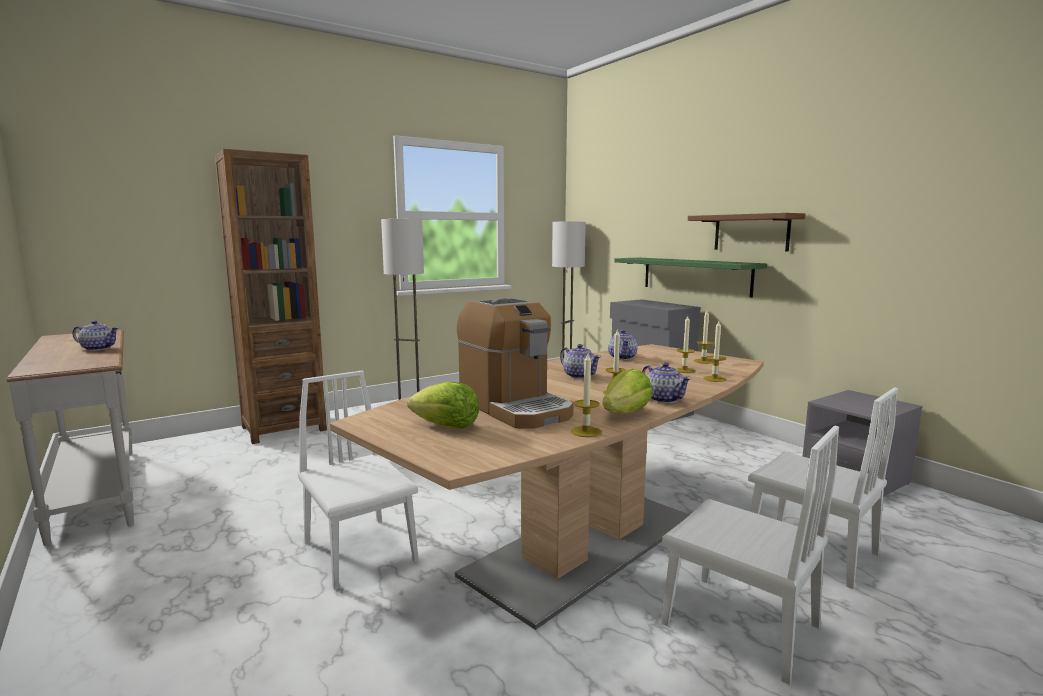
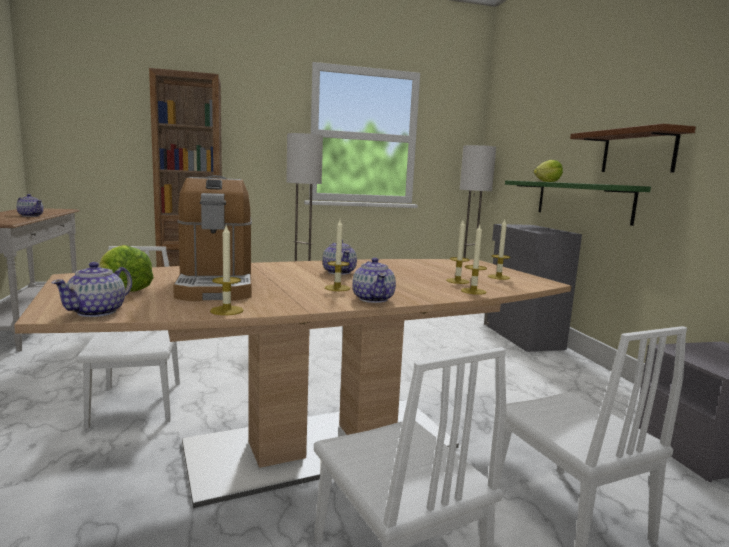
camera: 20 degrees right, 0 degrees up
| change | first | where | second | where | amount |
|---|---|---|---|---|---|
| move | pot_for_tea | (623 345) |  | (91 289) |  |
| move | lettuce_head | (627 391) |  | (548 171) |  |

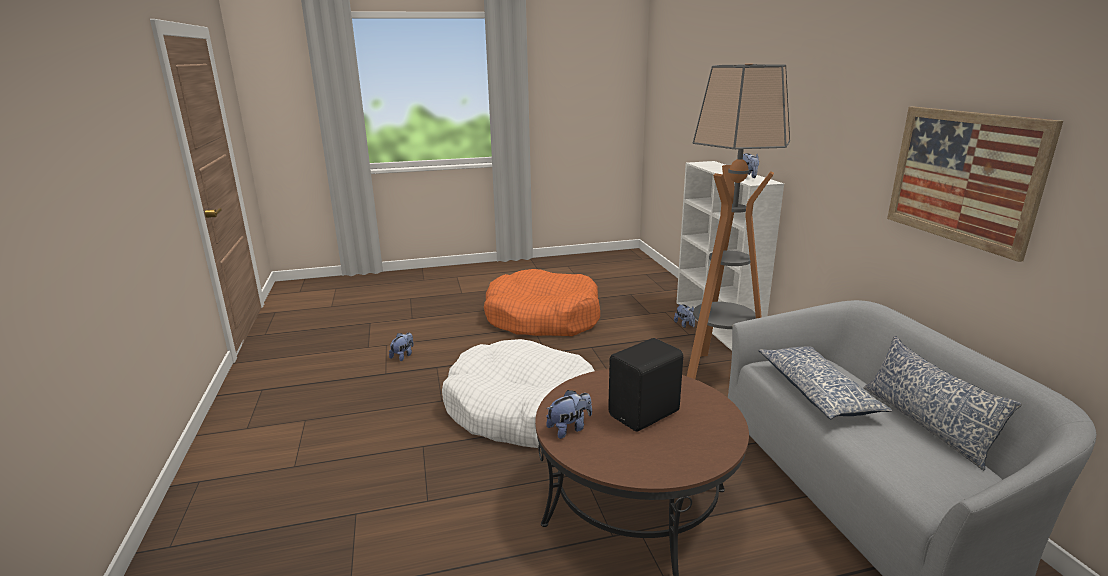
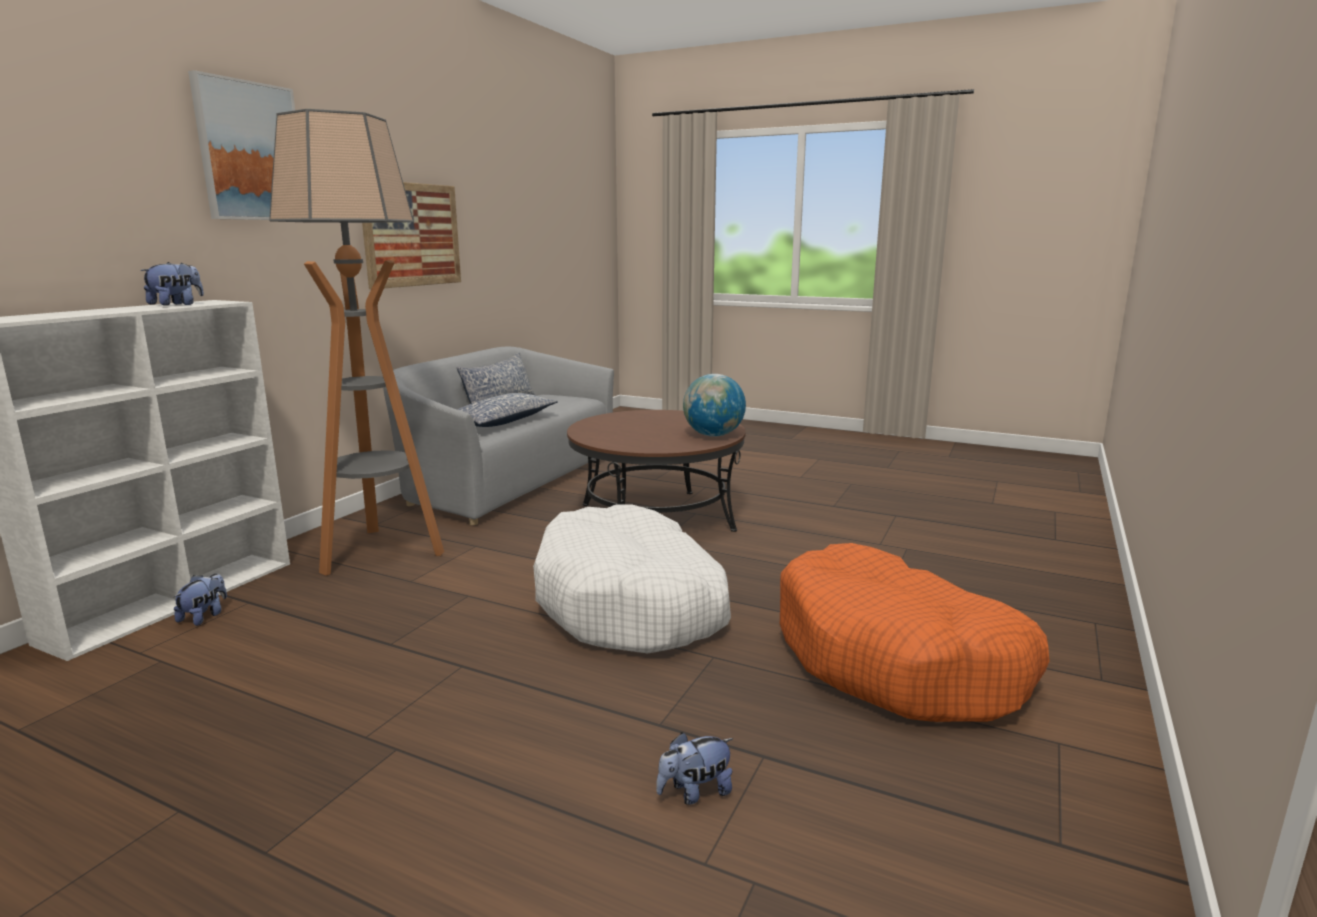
camera: 140 degrees left, 5 degrees down
| change | first | where | second | where | amount |
|---|---|---|---|---|---|
| insert |  |  | wall_art | (241 145) |  |
| replace | cuddly_toy | (569 414) | world_globe | (714 405) |  |
| move | orange_pet_bed | (542 302) |  | (915 632) |  |
| delete | black-coloured_audio_speaker | (645 384) |  |  |  |

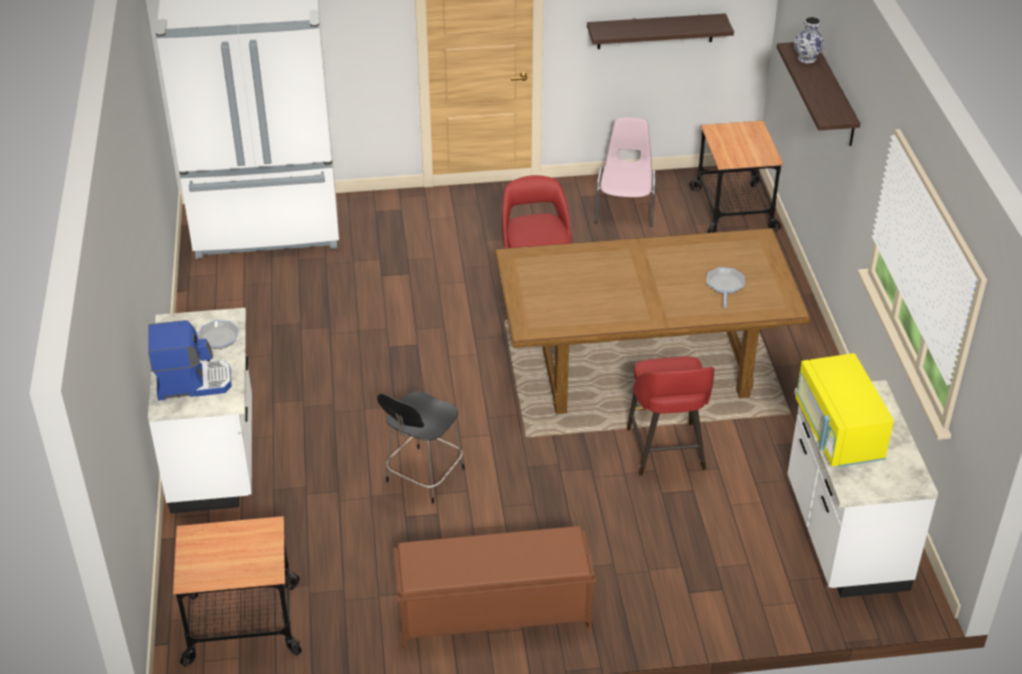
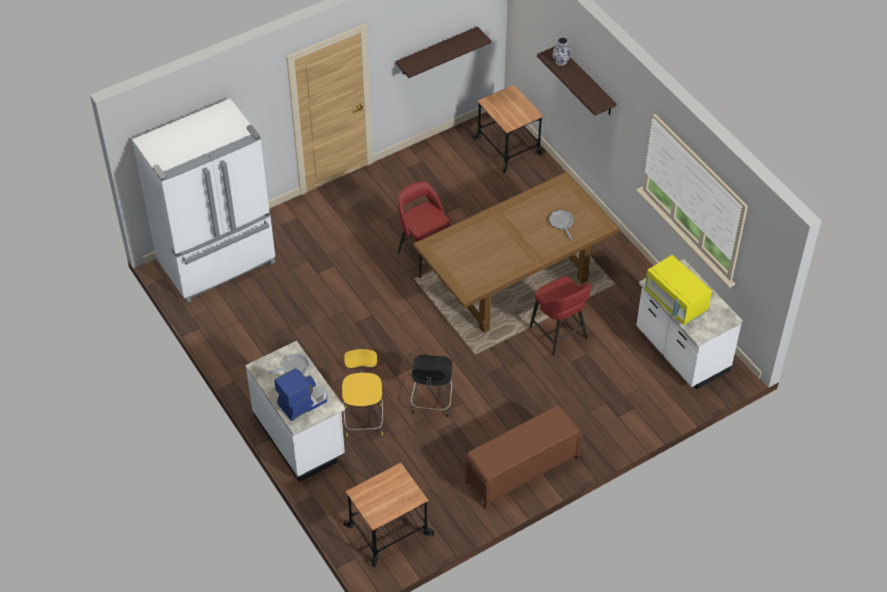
camera: 25 degrees left, 10 degrees up
| change | first | where | second | where | amount |
|---|---|---|---|---|---|
| insert |  |  | yellow-coloured_upright_chair | (363 393) |  |
| delete | pink-coloured_upright_chair | (625 172) |  |  |  |

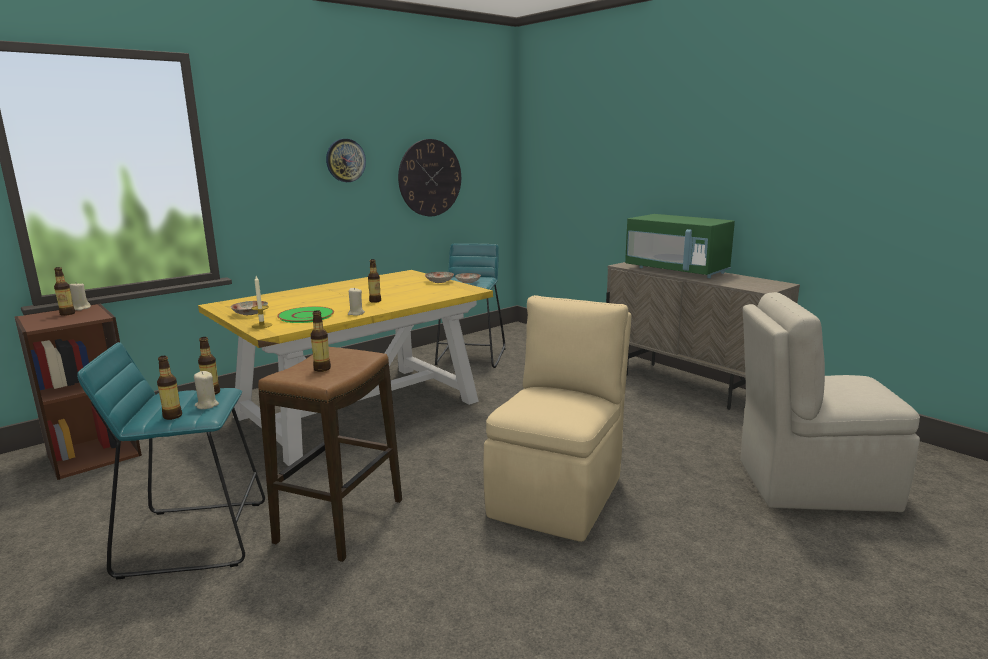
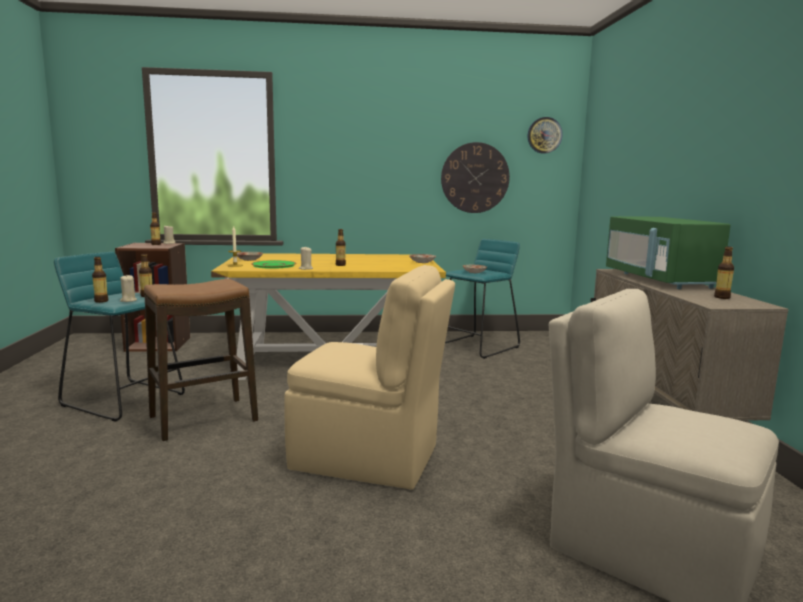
camera: 35 degrees right, 5 degrees down
| change | first | where | second | where | amount |
|---|---|---|---|---|---|
| rotate | beige-coloured_upright_chair | (557 418) |  | (370 377) | 45 degrees clockwise |
| move | hanging_clock | (346 160) |  | (545 135) |  |
| move | drink_bottle | (320 341) |  | (724 273) |  |

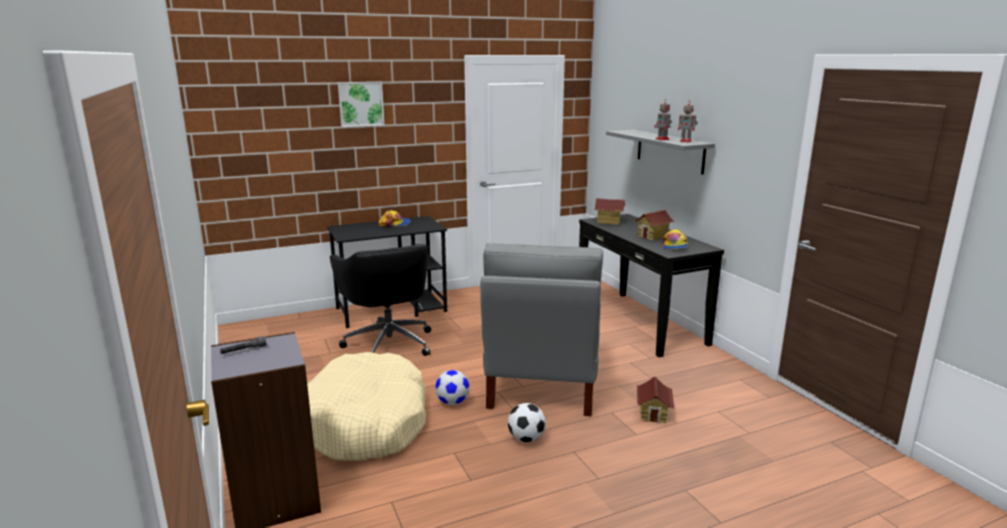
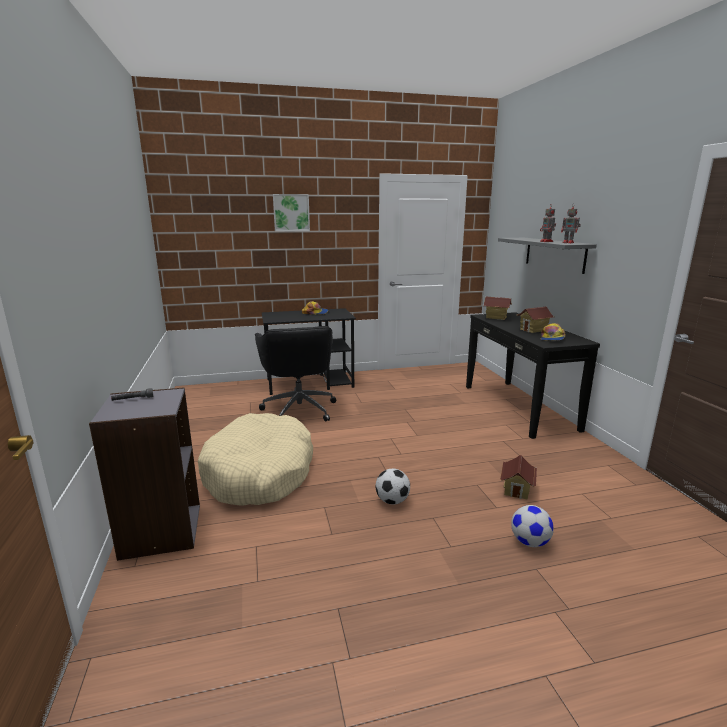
camera: 10 degrees right, 0 degrees up
| change | first | where | second | where | amount |
|---|---|---|---|---|---|
| move | football | (452 387) |  | (532 526) |  |
| delete | greyish_upright_chair | (541 330) |  |  |  |

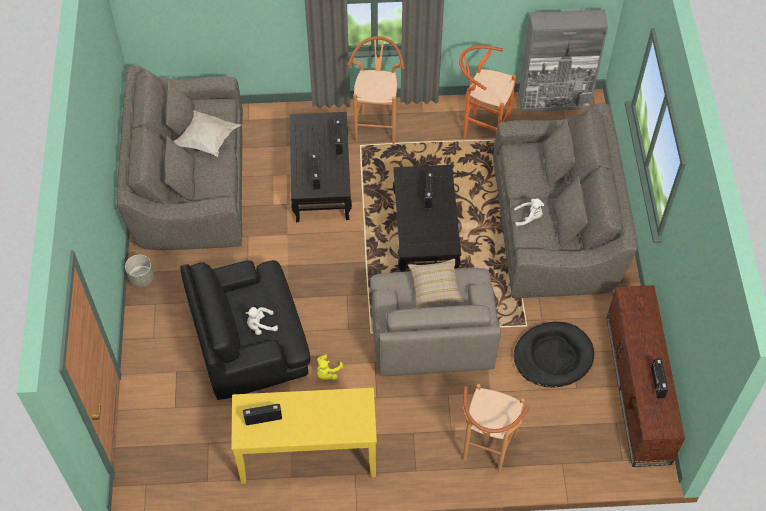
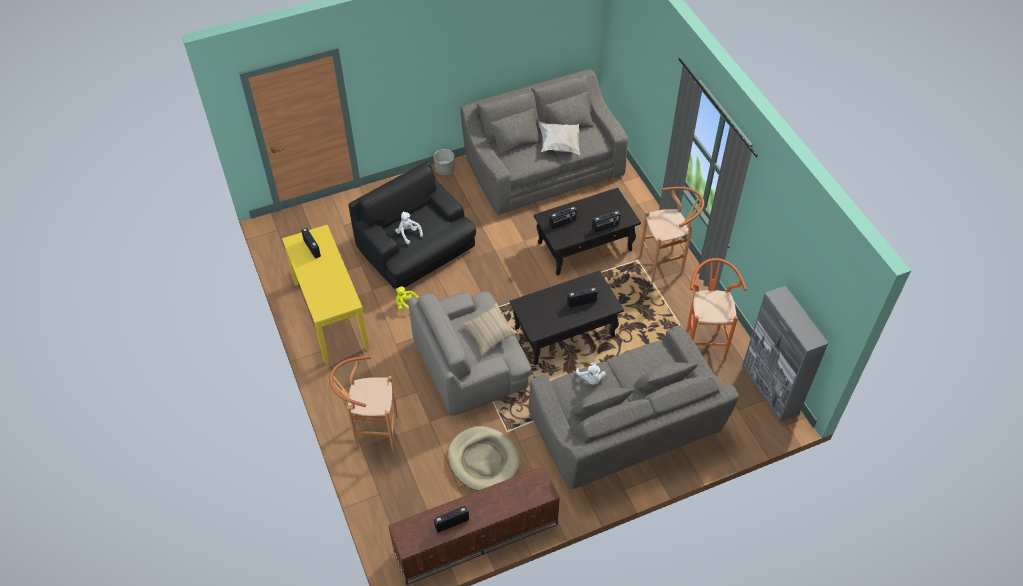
camera: 70 degrees right, 5 degrees down
| change | first | where | second | where | amount |
|---|---|---|---|---|---|
| recolor | black-coloured_pet_bed | (554 355) | beige-coloured_pet_bed | (484 458) |  |

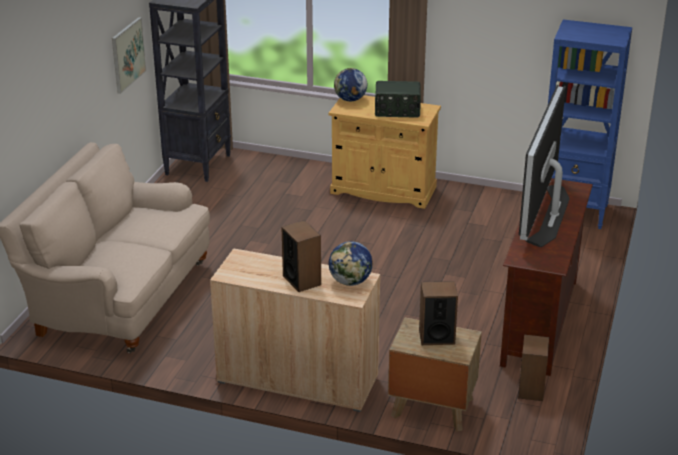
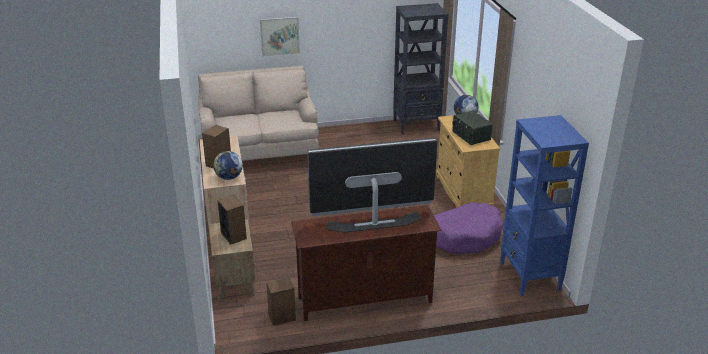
camera: 60 degrees right, 0 degrees up
| change | first | where | second | where | amount |
|---|---|---|---|---|---|
| move | wall_art | (129 55) |  | (280 36) |  |
| insert |  |  | purple-coloured_pet_bed | (468 228) |  |

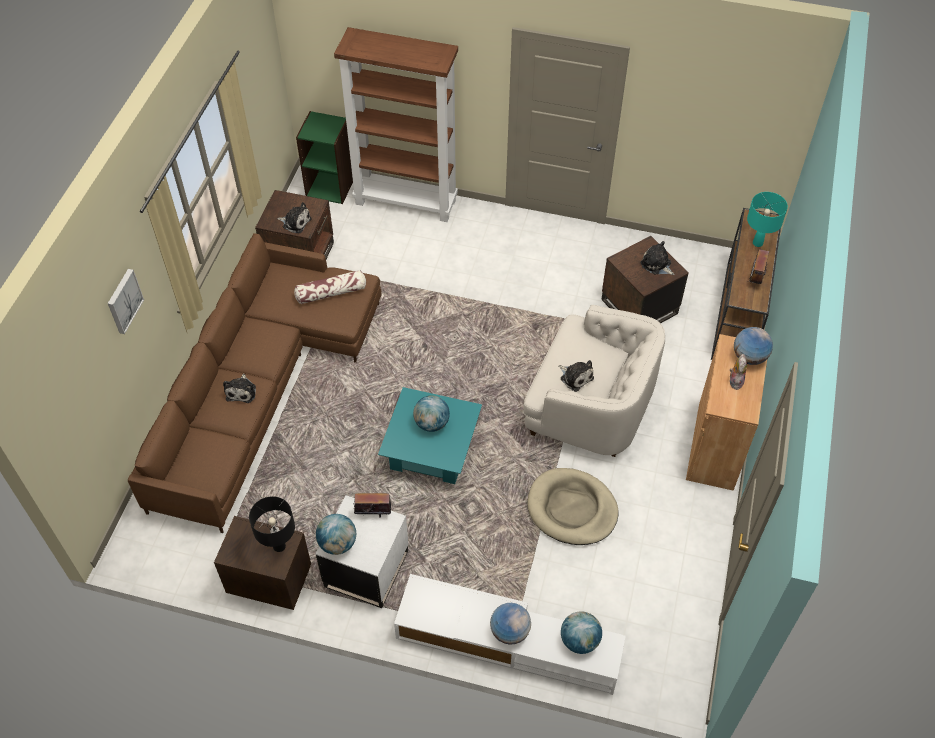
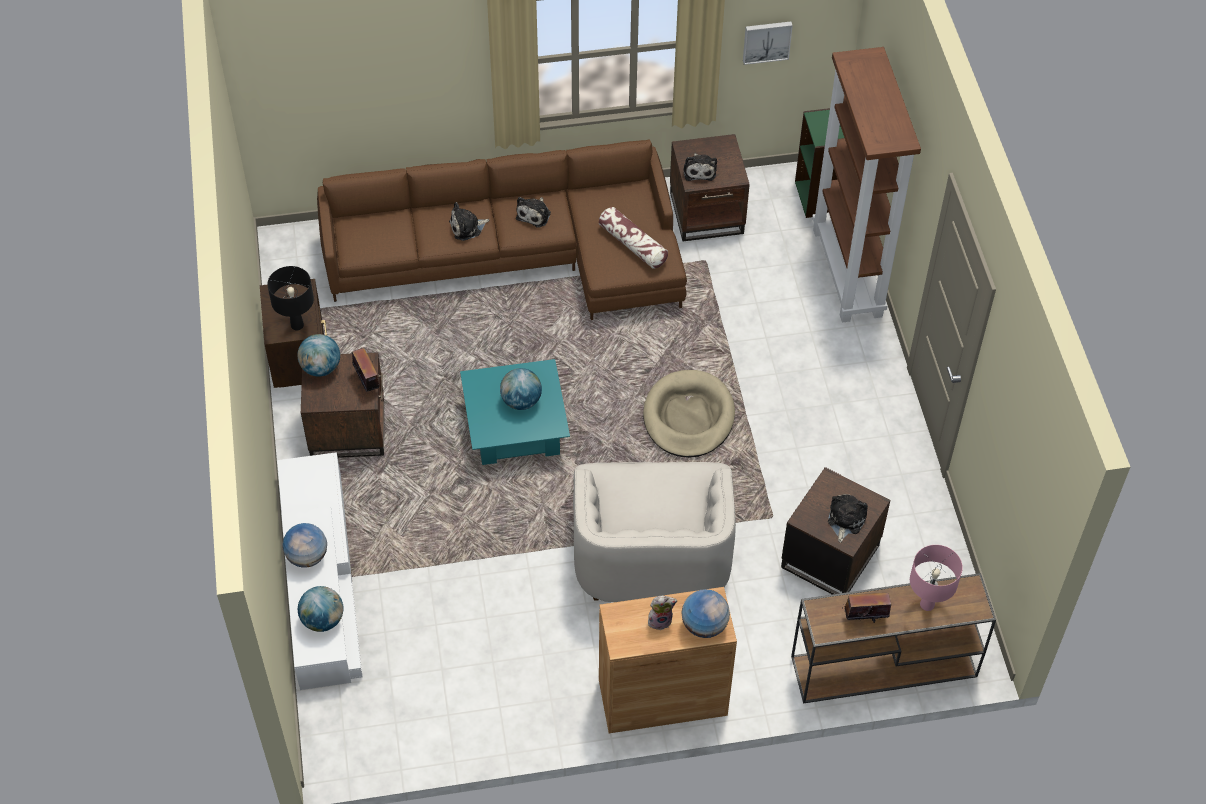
camera: 65 degrees right, 0 degrees up
| change | first | where | second | where | amount |
|---|---|---|---|---|---|
| recolor | white-coloured_end_table | (362 551) | brown_end_table | (342 405) |  |
| move | cuddly_toy | (576 376) |  | (533 212) |  |
| move | beige-coloured_pet_bed | (573 506) |  | (689 414) |  |
| move | wall_art | (126 301) |  | (768 43) |  |
| recolor | turquoise-coloured_table_lamp | (767 219) | pink-coloured_table_lamp | (936 578) |  |

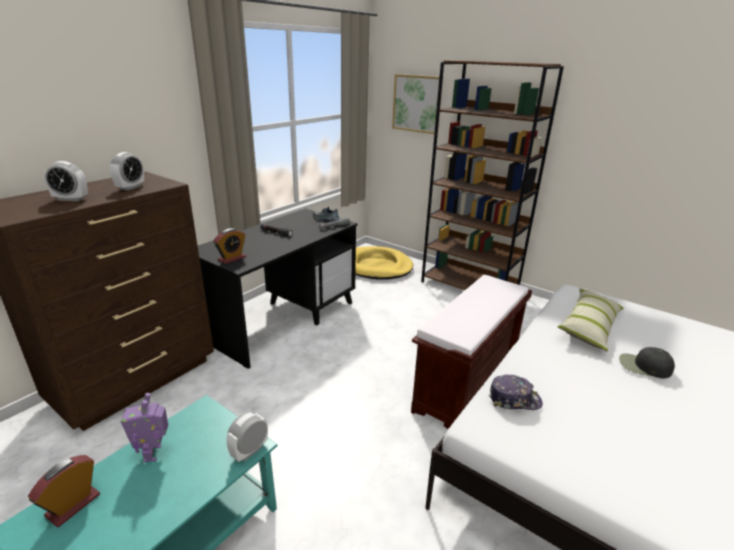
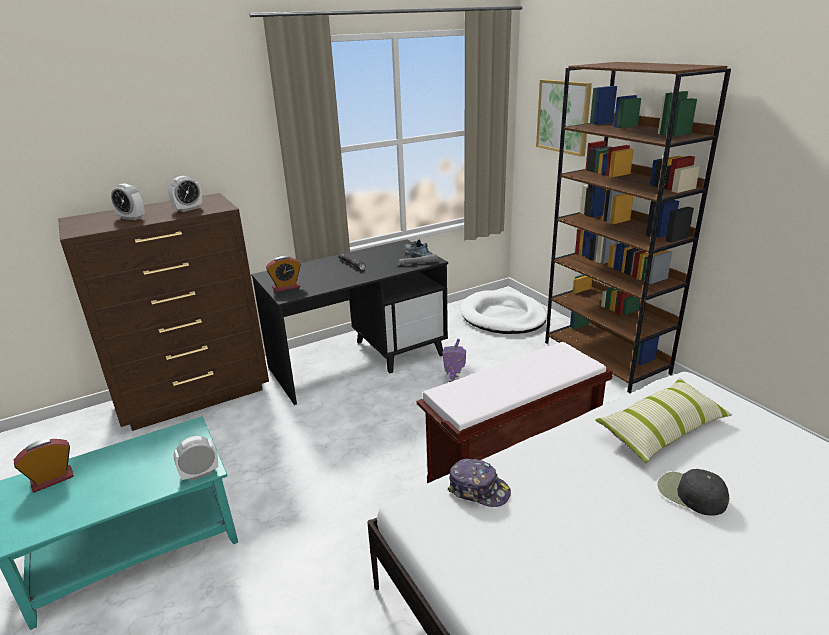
camera: 25 degrees right, 0 degrees up
| change | first | where | second | where | amount |
|---|---|---|---|---|---|
| move | toy_robot | (144 427) |  | (454 360) |  |
| recolor | yellow-coloured_pet_bed | (384 263) | white-coloured_pet_bed | (504 312) |  |

